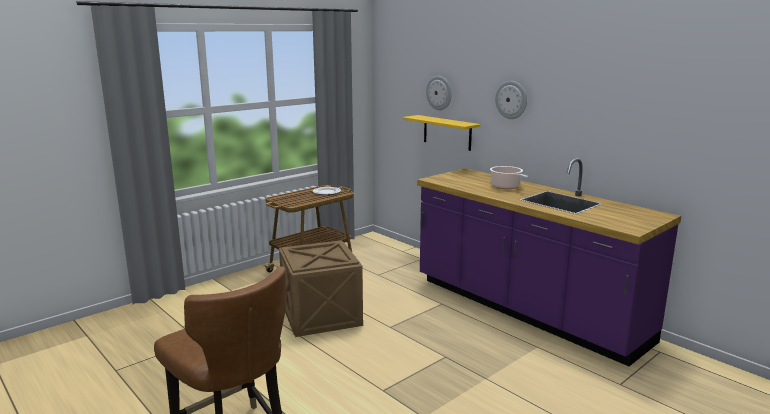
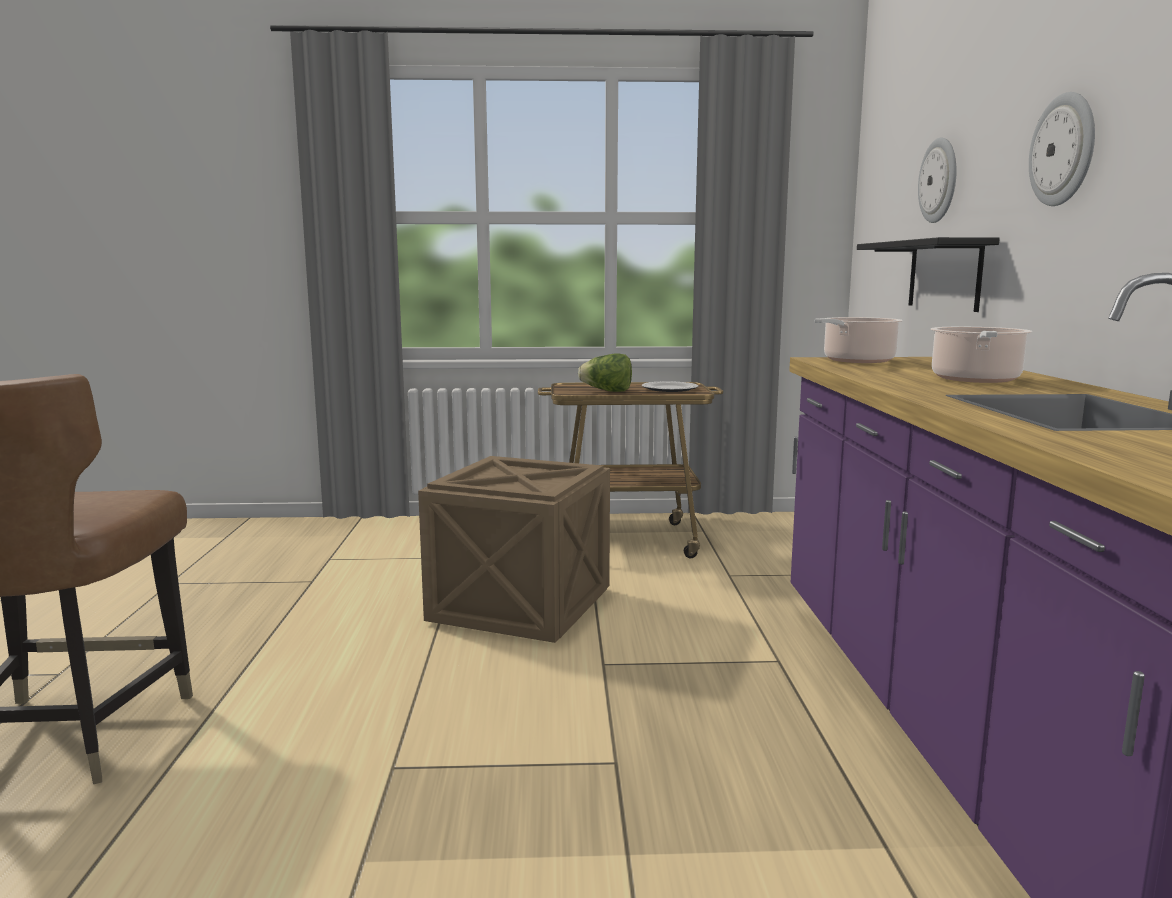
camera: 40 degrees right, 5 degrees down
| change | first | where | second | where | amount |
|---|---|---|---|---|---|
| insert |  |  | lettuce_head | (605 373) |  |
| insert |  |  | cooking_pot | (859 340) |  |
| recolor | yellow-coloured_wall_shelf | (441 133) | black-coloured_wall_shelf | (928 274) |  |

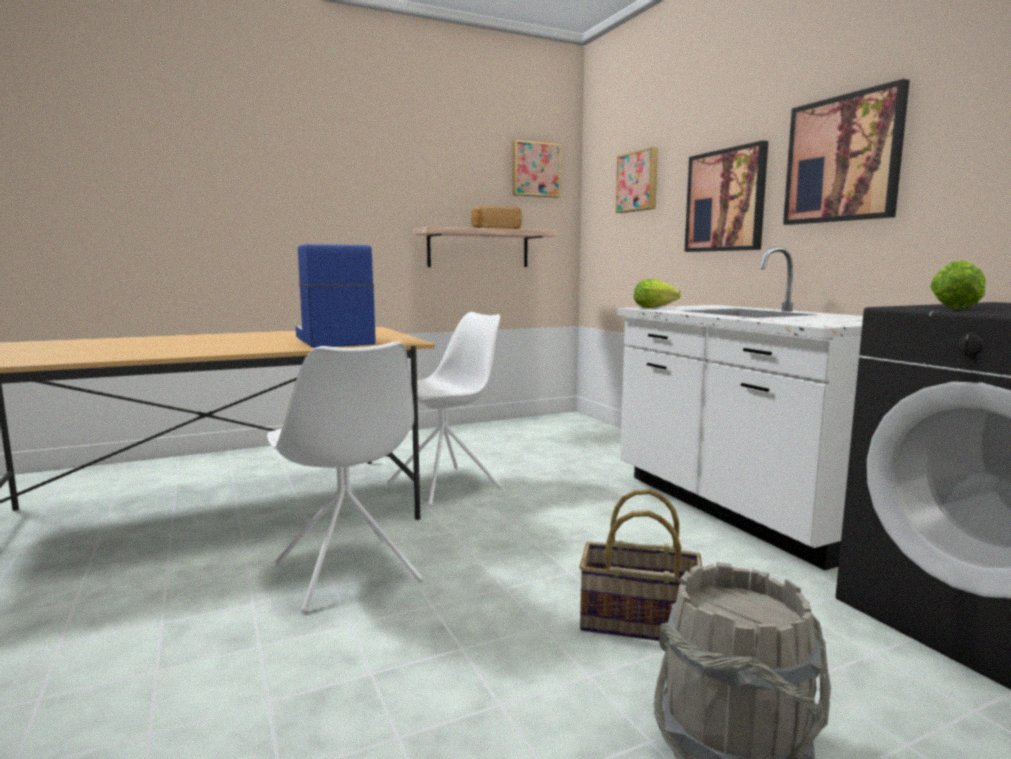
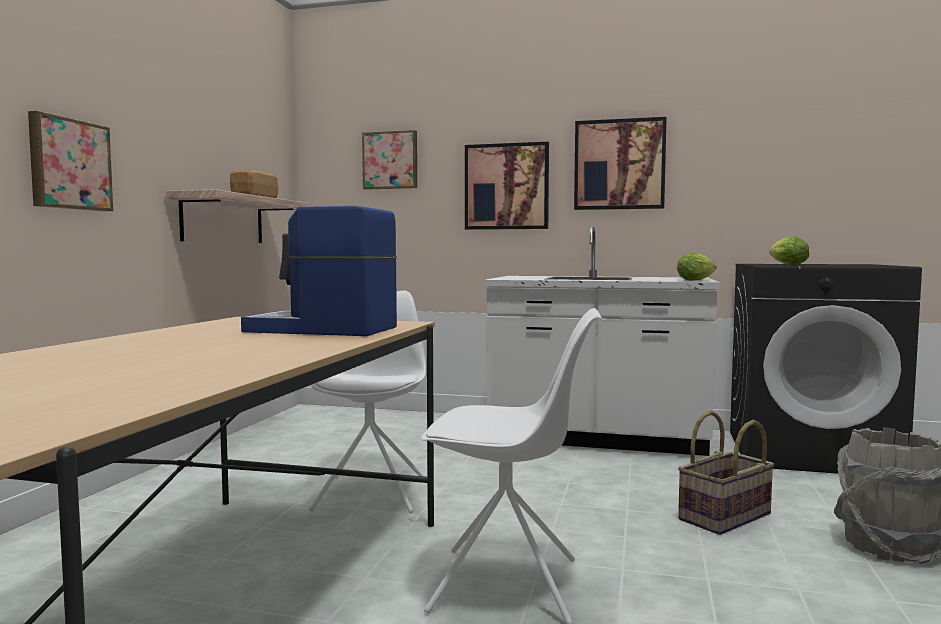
camera: 50 degrees left, 5 degrees down
| change | first | where | second | where | amount |
|---|---|---|---|---|---|
| move | wall_art | (536 169) |  | (70 161) |  |
| move | lettuce_head | (657 293) |  | (697 267) |  |

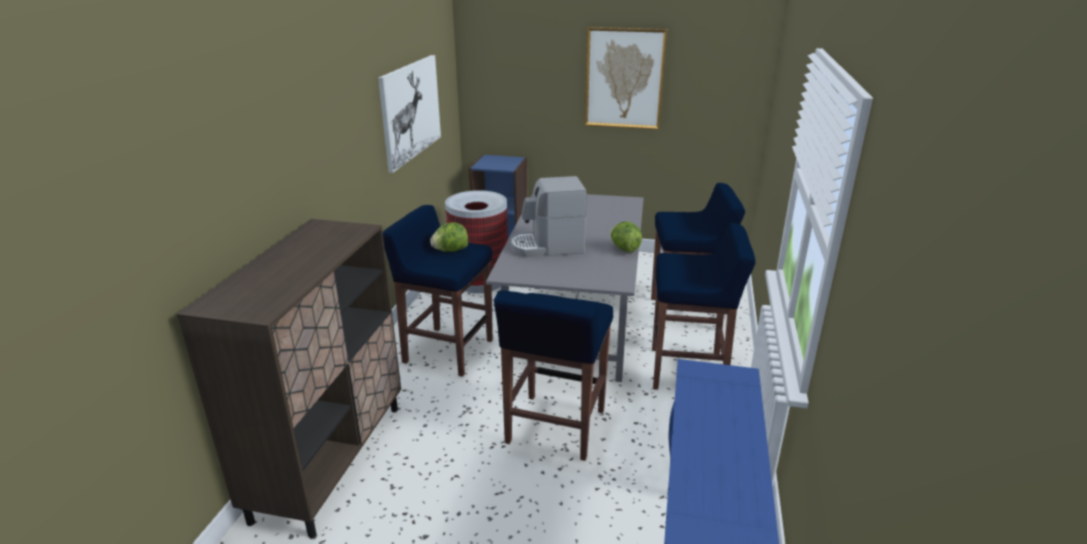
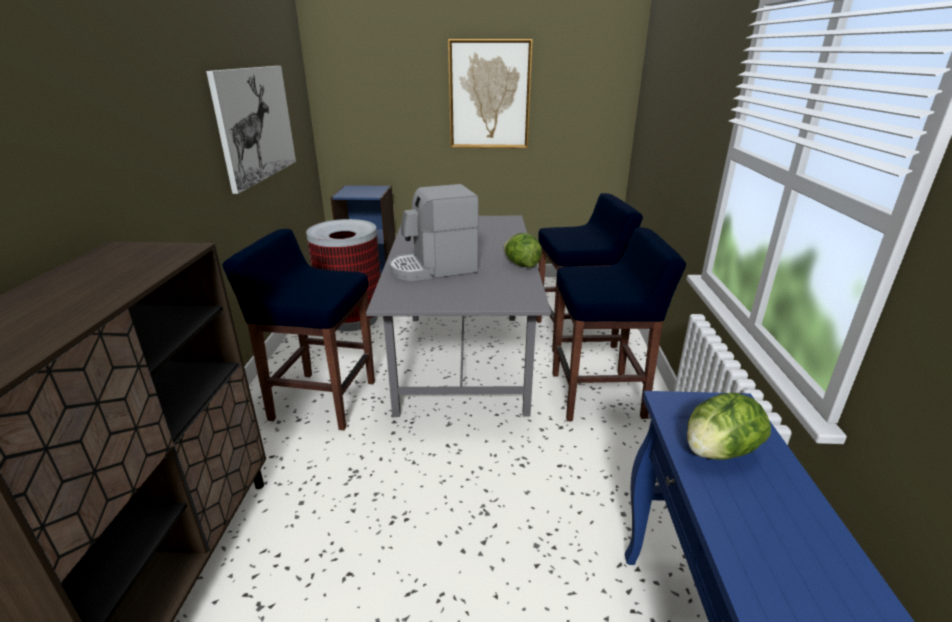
camera: 10 degrees left, 0 degrees up
| change | first | where | second | where | amount |
|---|---|---|---|---|---|
| move | lettuce_head | (449 237) |  | (729 426) |  |
| delete | blue-coloured_sitting_stool | (553 375) |  |  |  |

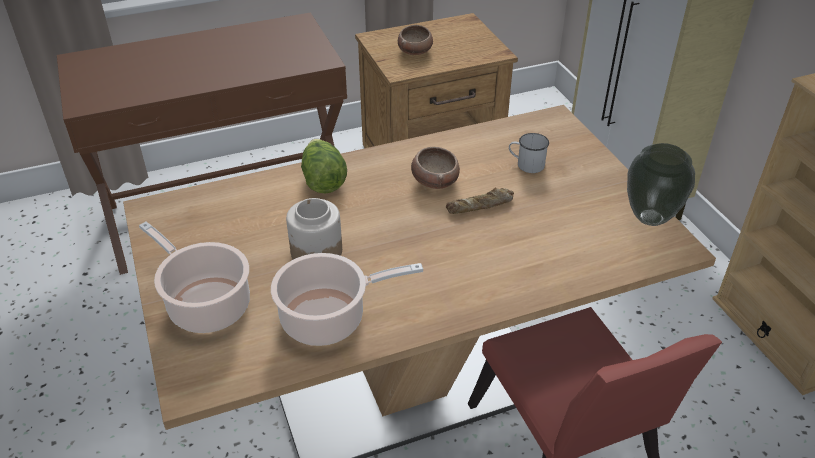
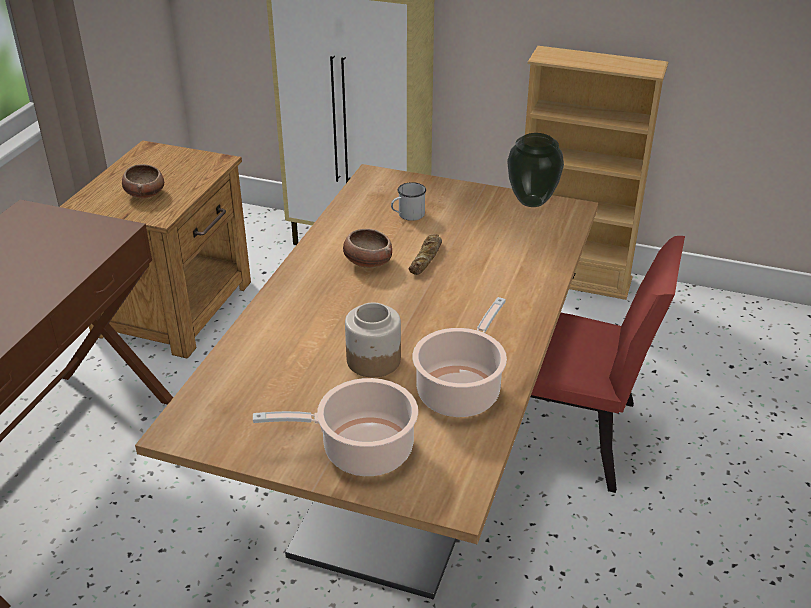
camera: 50 degrees left, 5 degrees down
| change | first | where | second | where | amount |
|---|---|---|---|---|---|
| delete | lettuce_head | (324 166) |  |  |  |

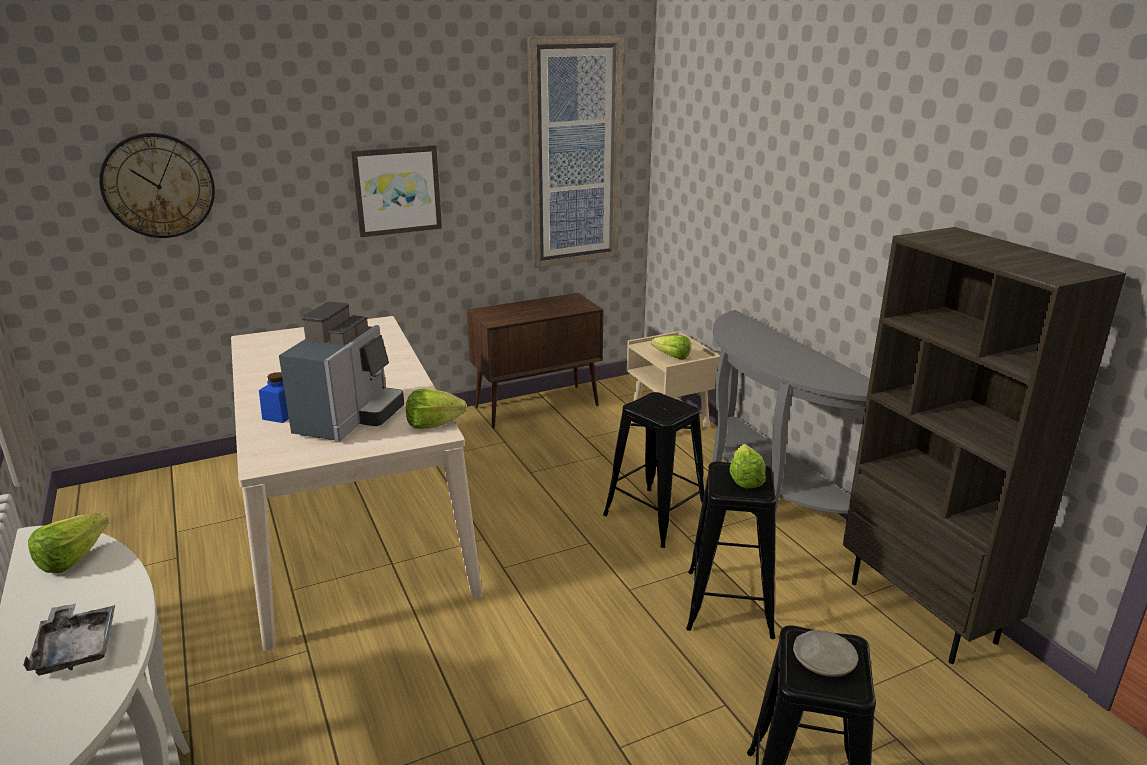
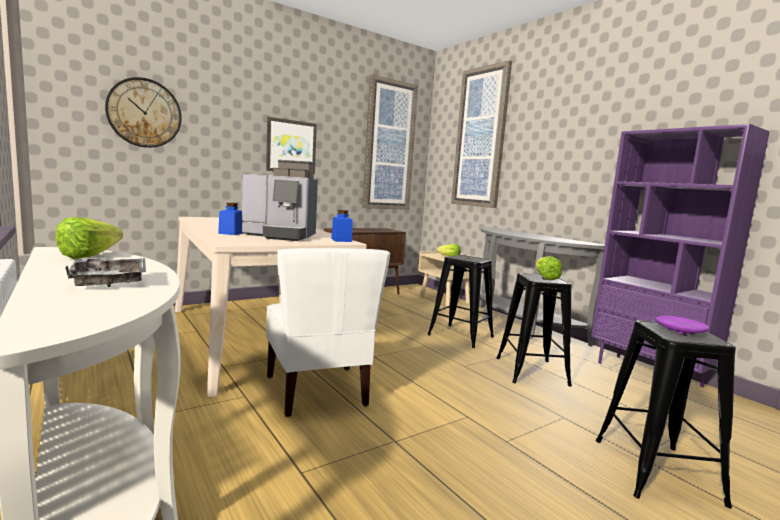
camera: 10 degrees left, 15 degrees down
| change | first | where | second | where | amount |
|---|---|---|---|---|---|
| rotate | coffee_maker | (341 371) |  | (280 200) | 90 degrees clockwise |
| insert |  |  | white-coloured_upright_chair | (328 332) |  |
| replace | lettuce_head | (436 409) | blue-coloured_storage_jar | (341 226) |  |
| insert |  |  | wall_art | (481 134) |  |
| recolor | brown_shelving_unit | (984 445) | purple-coloured_shelving_unit | (680 255) |  |
| recolor | beige-coloured_flat_dish | (825 653) | purple-coloured_flat_dish | (682 325) |  |

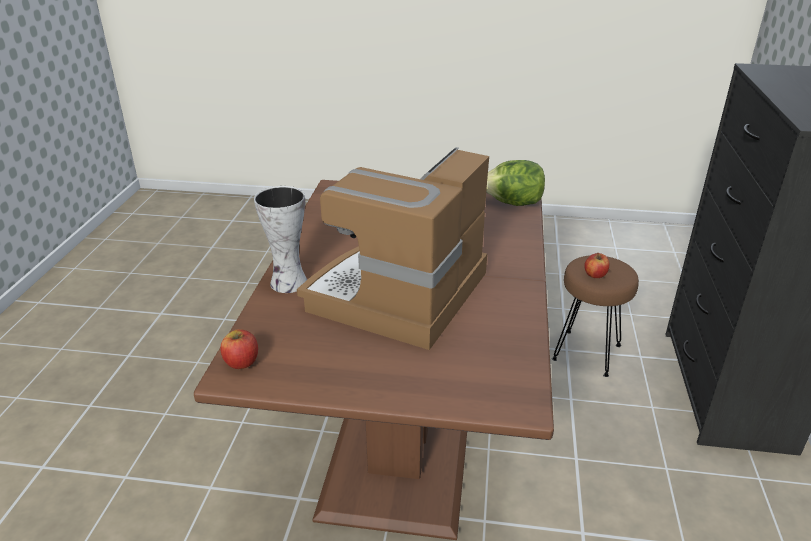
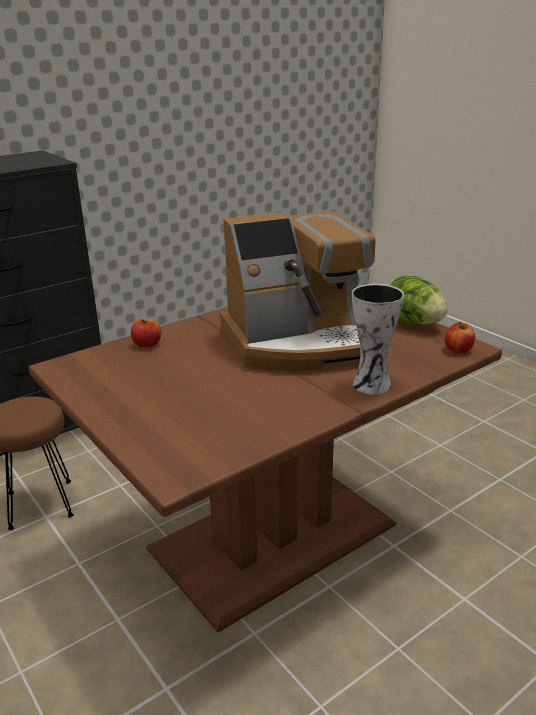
camera: 135 degrees left, 5 degrees down
| change | first | where | second | where | amount |
|---|---|---|---|---|---|
| move | whole_apple | (596 265) |  | (146 333) |  |
| move | lettuce_head | (515 183) |  | (419 301) |  |

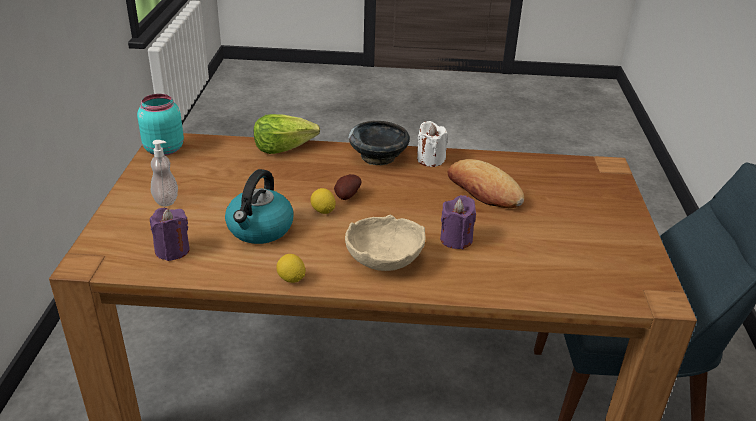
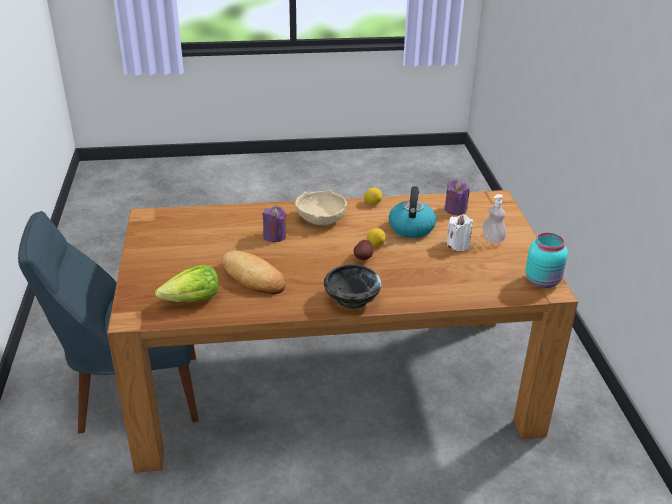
camera: 170 degrees right, 0 degrees up
| change | first | where | second | where | amount |
|---|---|---|---|---|---|
| move | lettuce_head | (287 134) |  | (187 283) |  |
| move | white-coloured_wax_light | (432 144) |  | (459 233) |  |

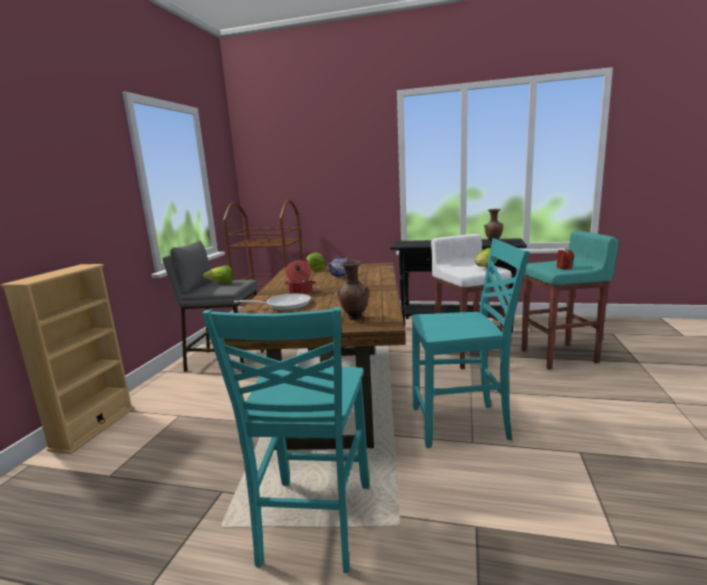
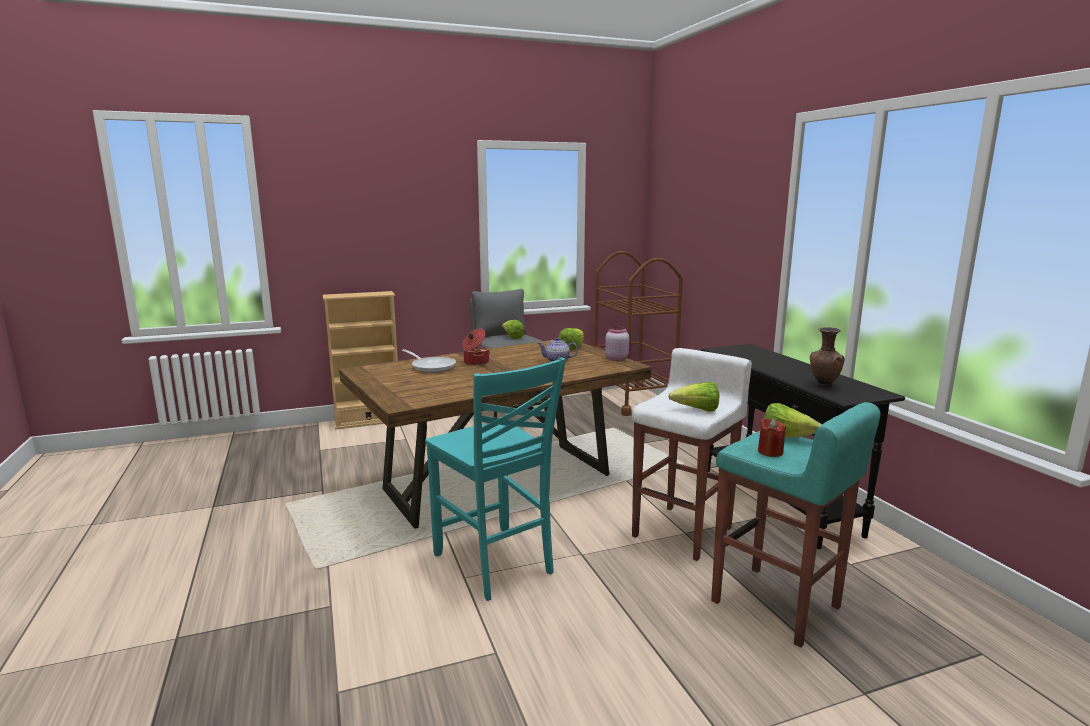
camera: 55 degrees right, 0 degrees up
| change | first | where | second | where | amount |
|---|---|---|---|---|---|
| insert |  |  | pink-coloured_storage_jar | (617 344) |  |
| insert |  |  | lettuce_head | (793 420) |  |
| delete | turquoise-coloured_upright_chair | (285 440) |  |  |  |
| delete | brown_flower_vase | (353 290) |  |  |  |

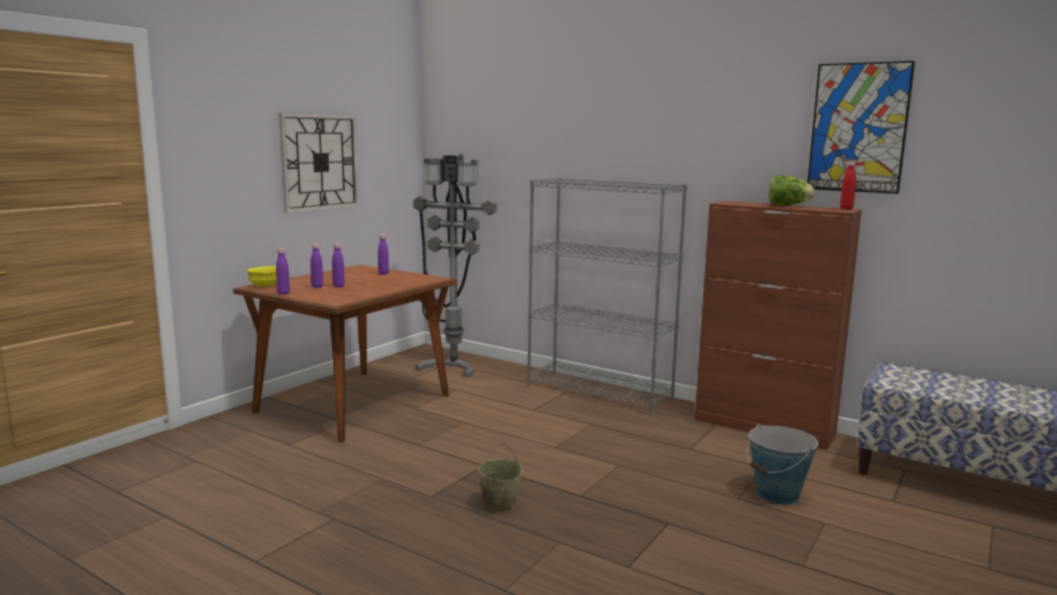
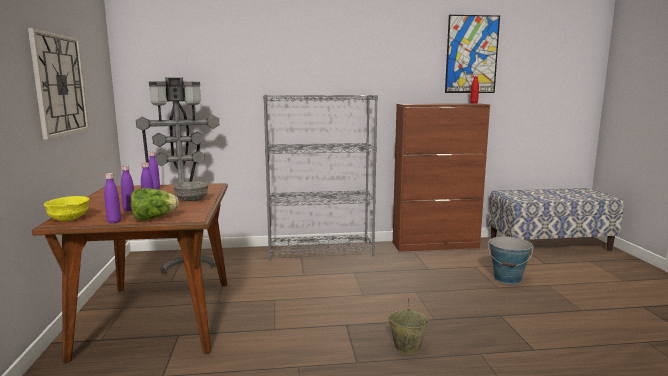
camera: 40 degrees left, 0 degrees up
| change | first | where | second | where | amount |
|---|---|---|---|---|---|
| move | lettuce_head | (792 190) |  | (154 204) |  |
| insert |  |  | greyish_deep_dish | (191 191) |  |

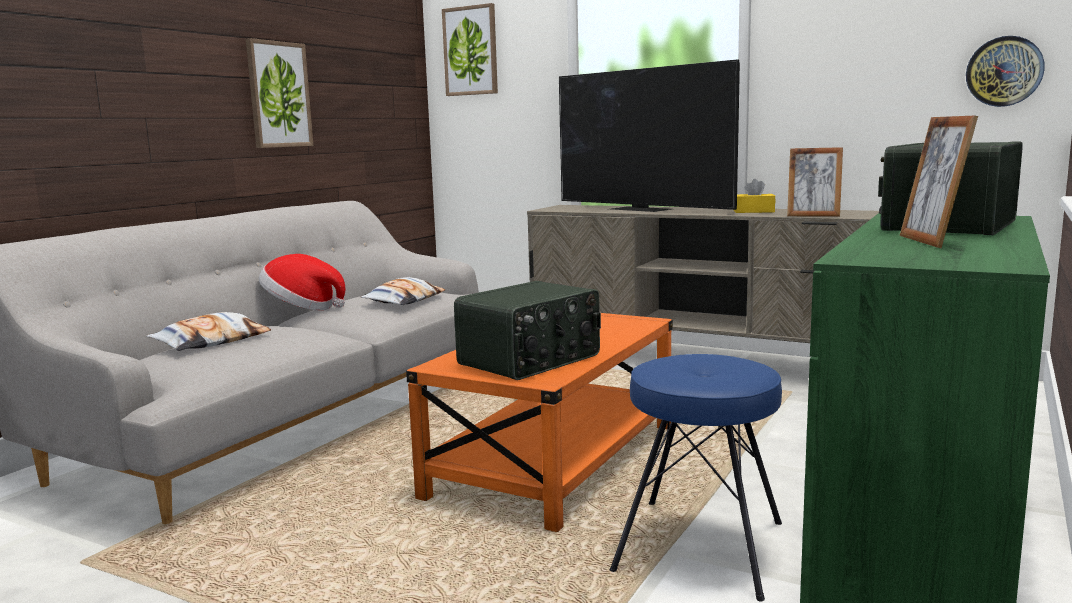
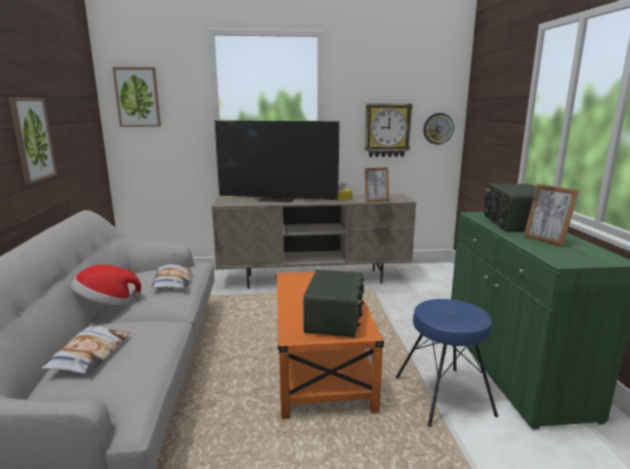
camera: 35 degrees left, 5 degrees up
| change | first | where | second | where | amount |
|---|---|---|---|---|---|
| insert |  |  | hanging_clock | (389 130) |  |

